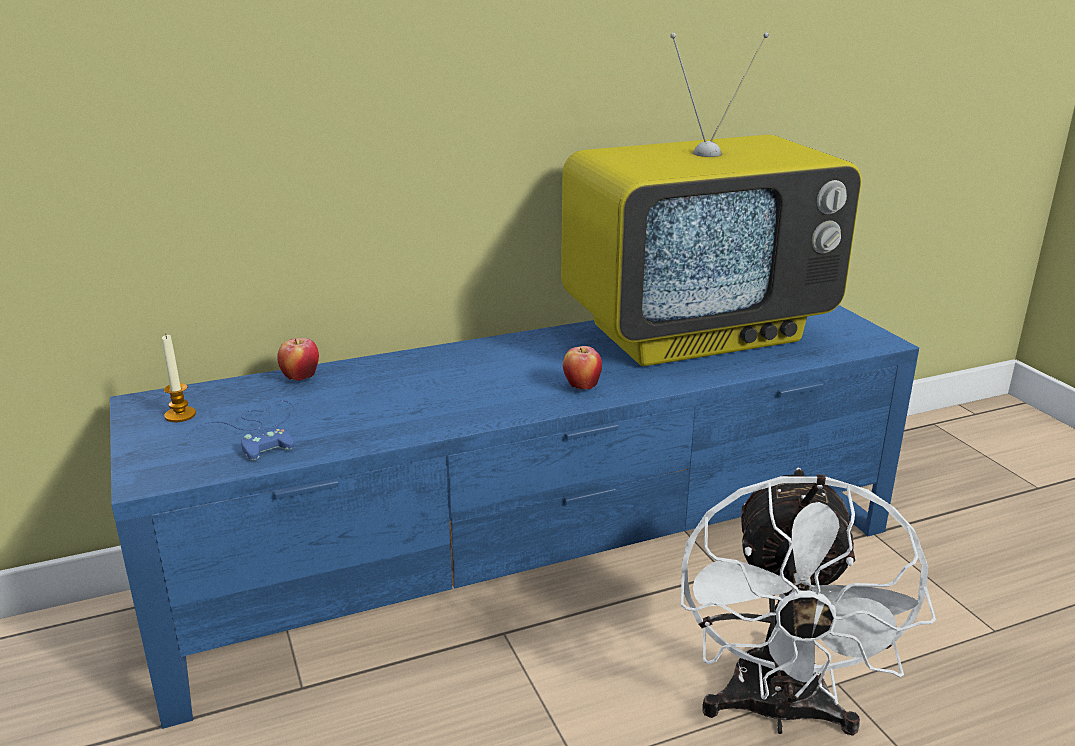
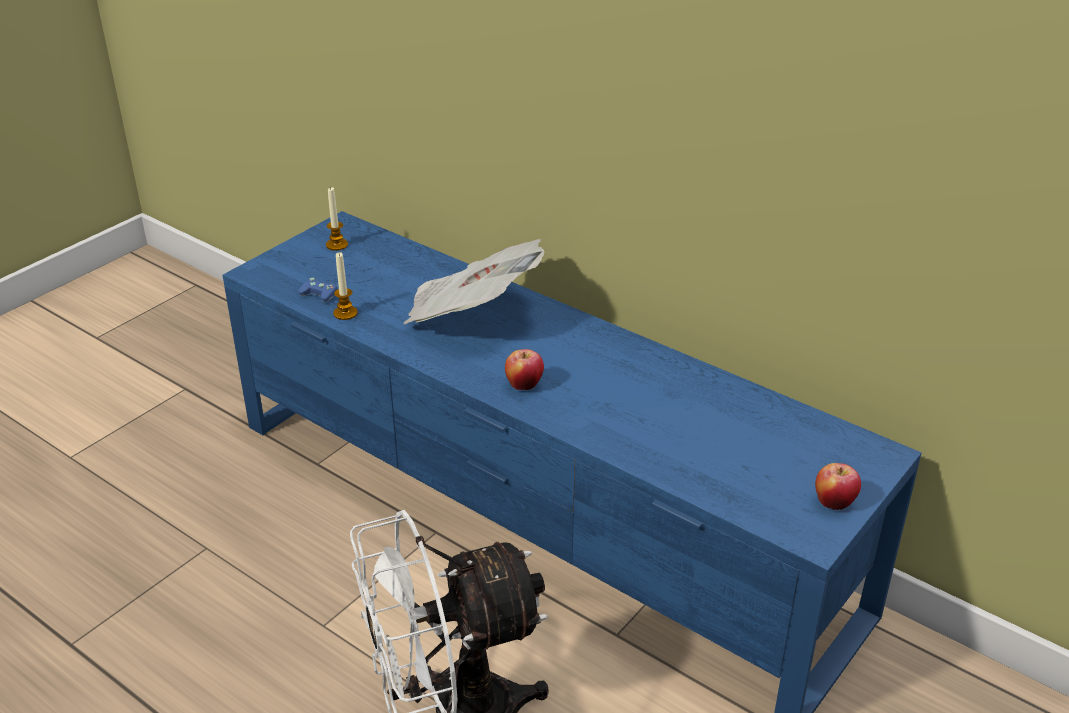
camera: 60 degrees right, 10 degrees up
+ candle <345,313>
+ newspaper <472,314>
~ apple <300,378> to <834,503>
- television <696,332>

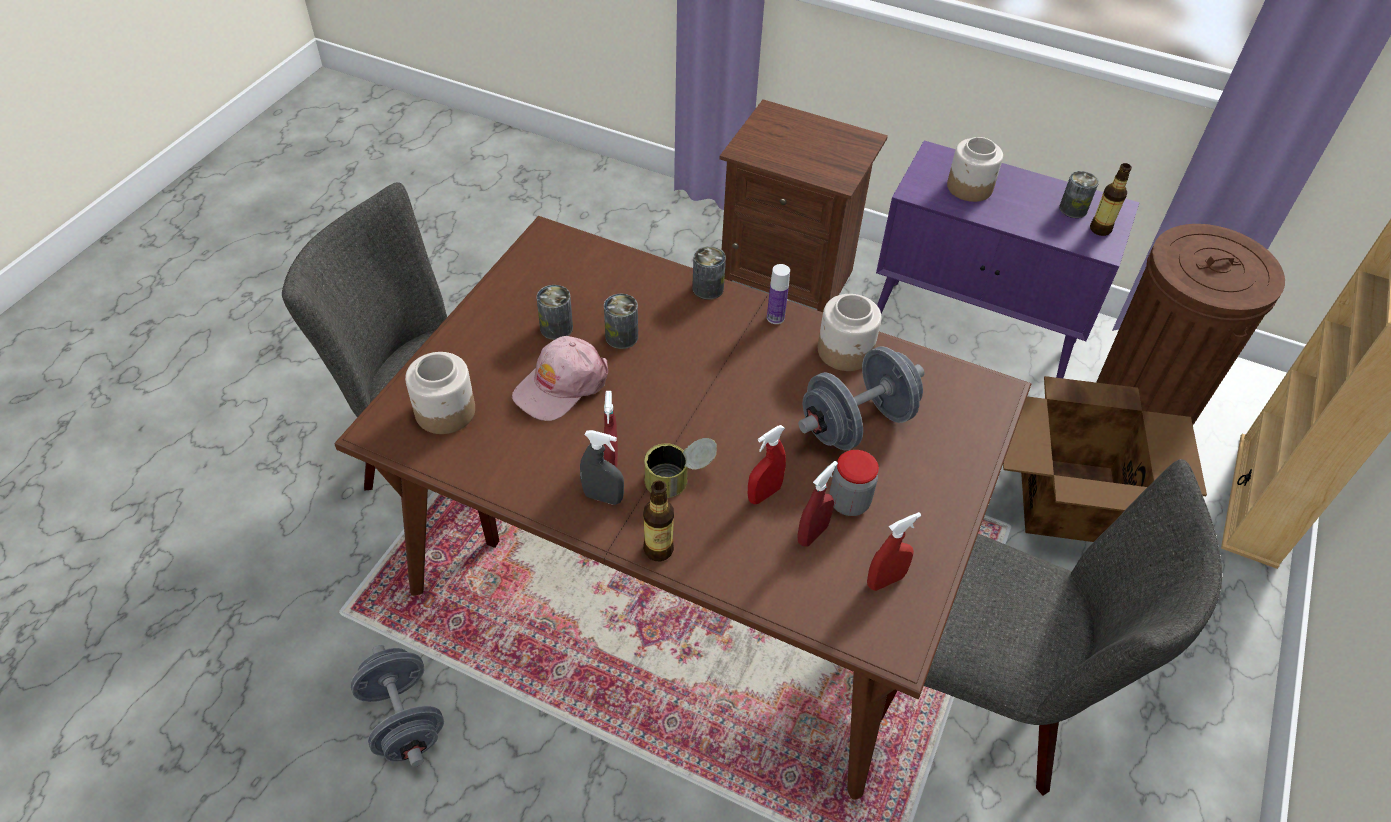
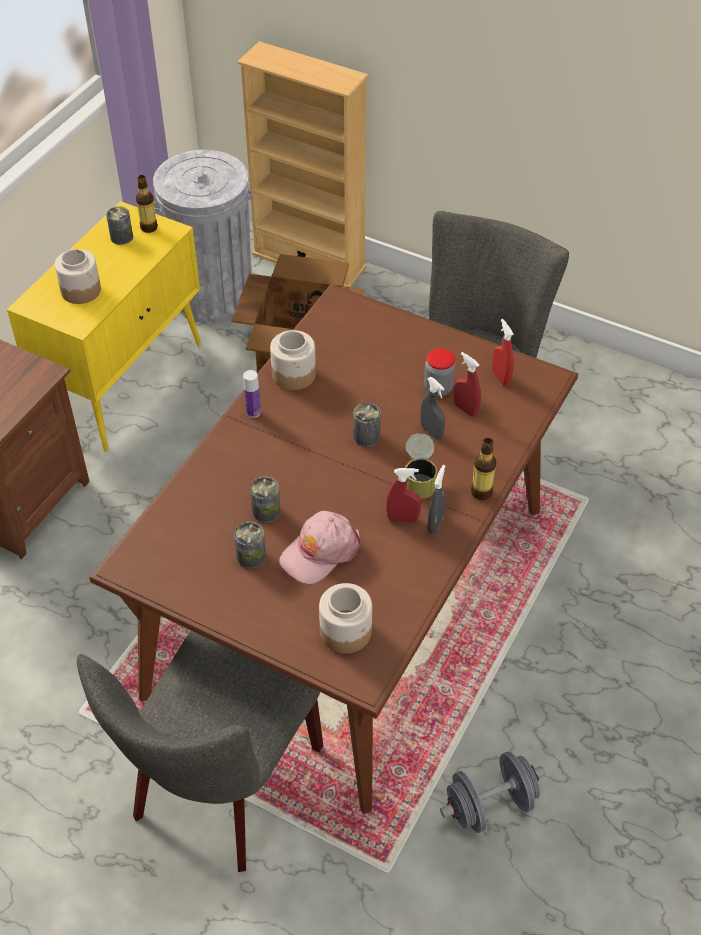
camera: 85 degrees left, 0 degrees up
~ purple cabinet <973,338> to yellow cabinet <126,382>
~ brown trash can <1144,403> to grey trash can <213,296>
~ pink cap <561,385> = <320,552> 90 degrees clockwise
~ can <708,288> to <366,437>
~ red spray bottle <764,494> to grey spray bottle <431,432>
- grey dumbbell <856,423>

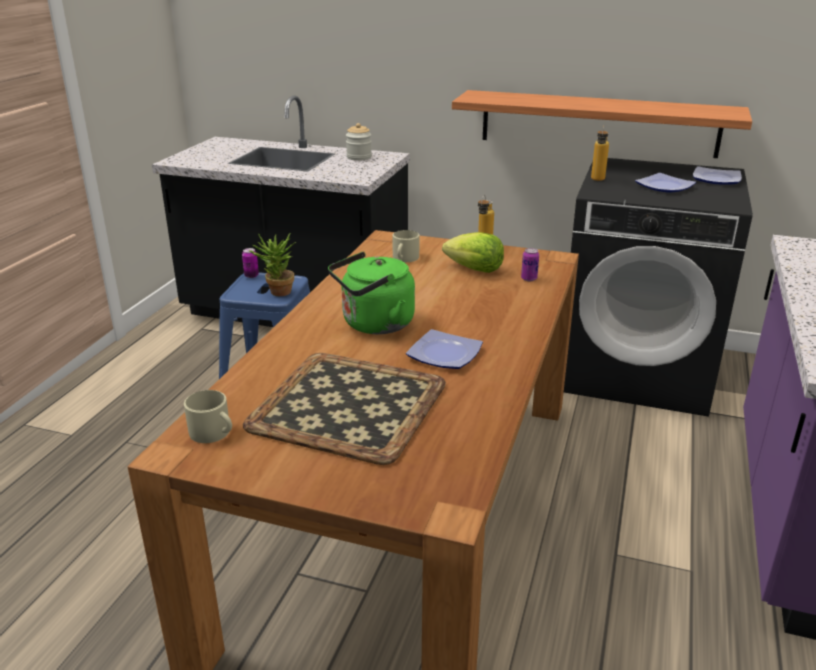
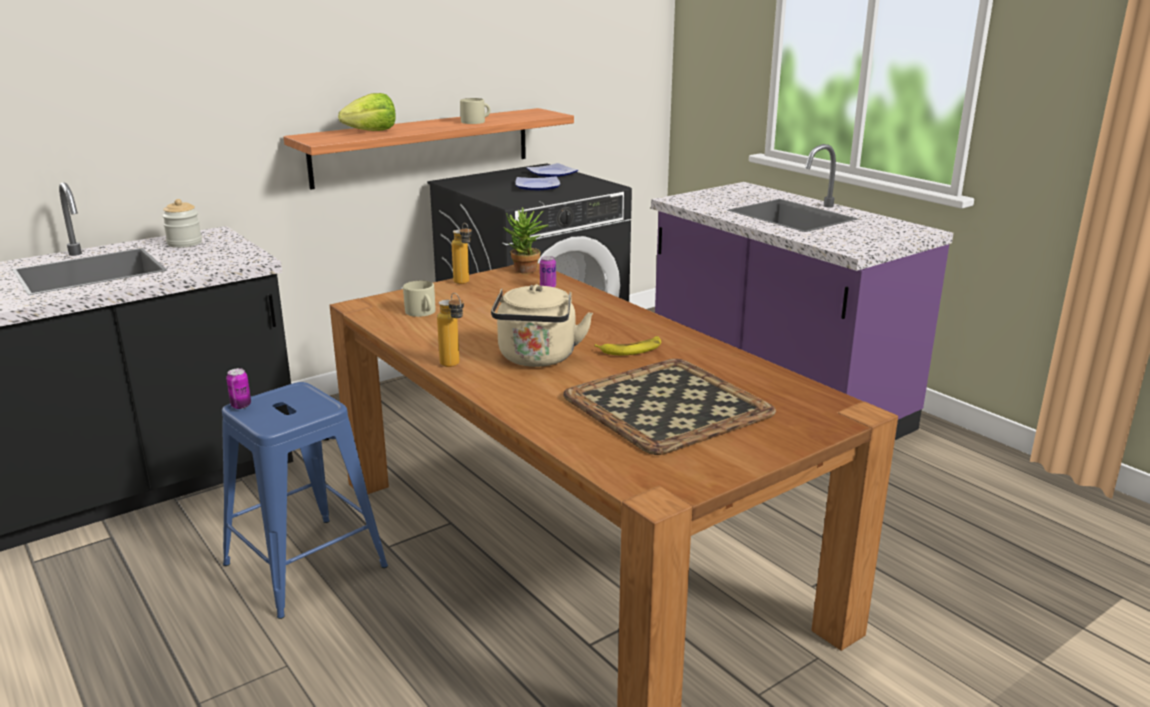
camera: 55 degrees left, 5 degrees down
~ lettuce <474,269> to <372,131>
~ bottle <597,180> to <454,366>
~ beige mug <213,433> to <476,121>
~ green kettle <374,325> to beige kettle <537,359>
~ potted plant <277,293> to <526,271>
~ plate <446,354> to banana <631,349>

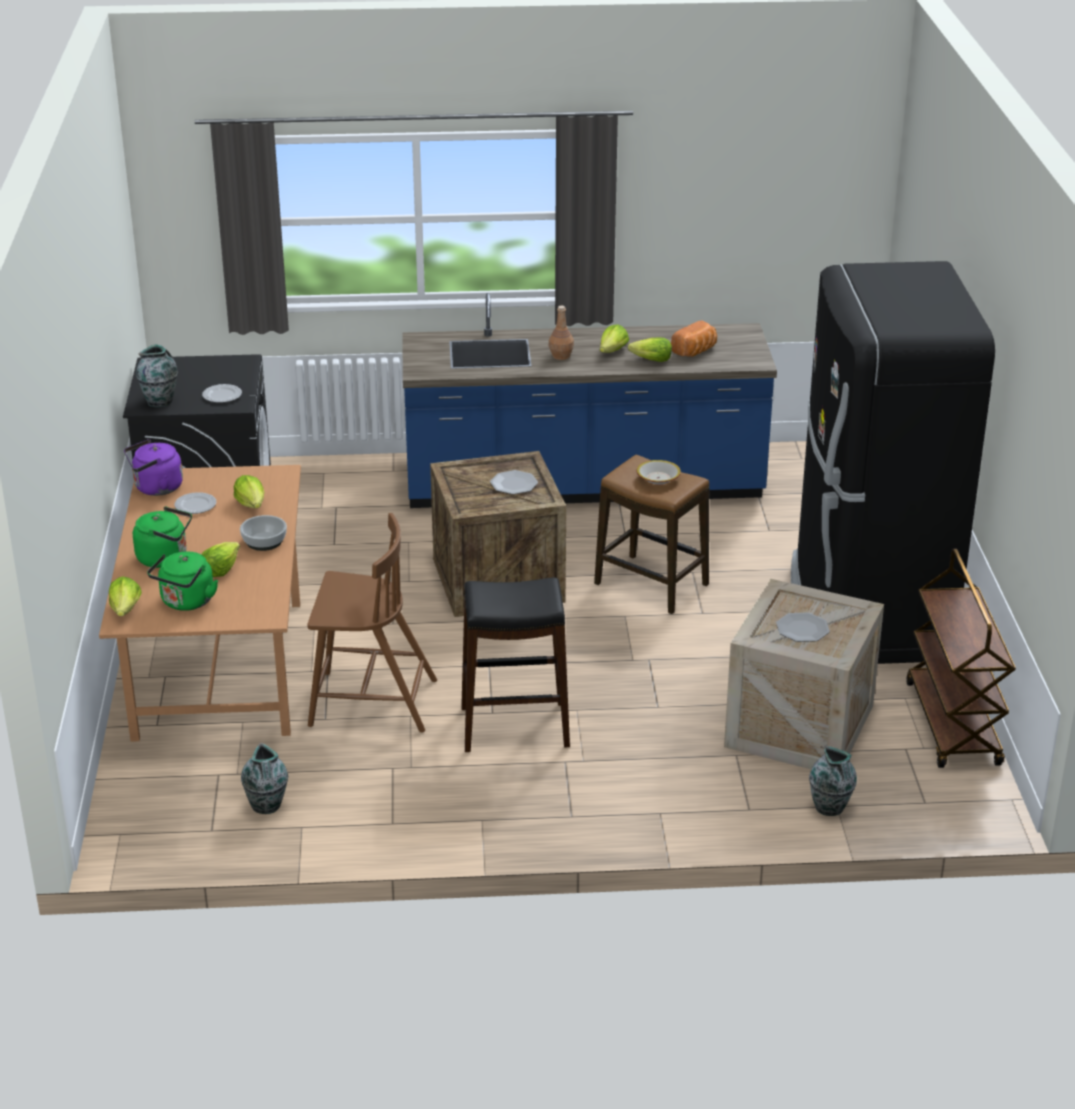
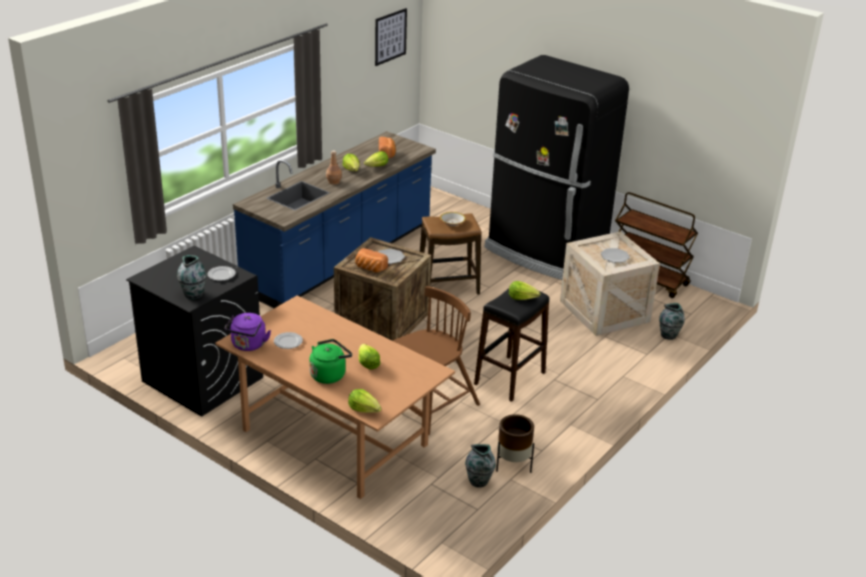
camera: 50 degrees left, 0 degrees up
+ bread <370,268>
+ picture <390,36>
+ brown planter <513,465>
~ lettuce <251,504> to <522,298>
- green kettle <186,602>
- bowl <264,541>

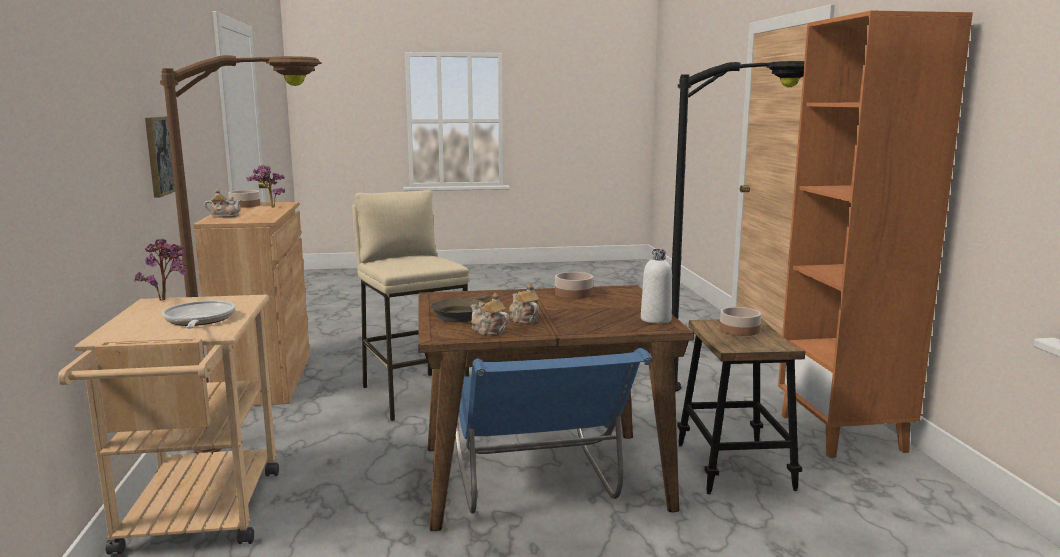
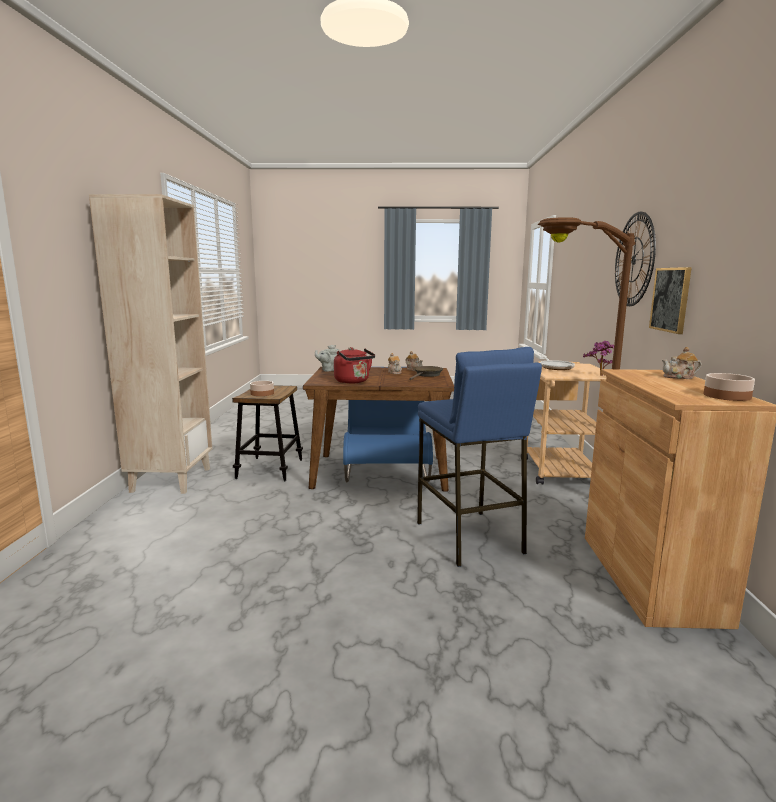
camera: 170 degrees left, 0 degrees up
~ orange bookcase <843,433> to beige bookcase <171,479>
~ white bottle <656,319> to grey teapot <328,370>
~ bowl <574,293> to red kettle <353,381>
~ beige stool <414,395> to blue stool <469,537>
+ wall clock <634,260>
- potted plant <269,207>
- black floor lamp <738,392>

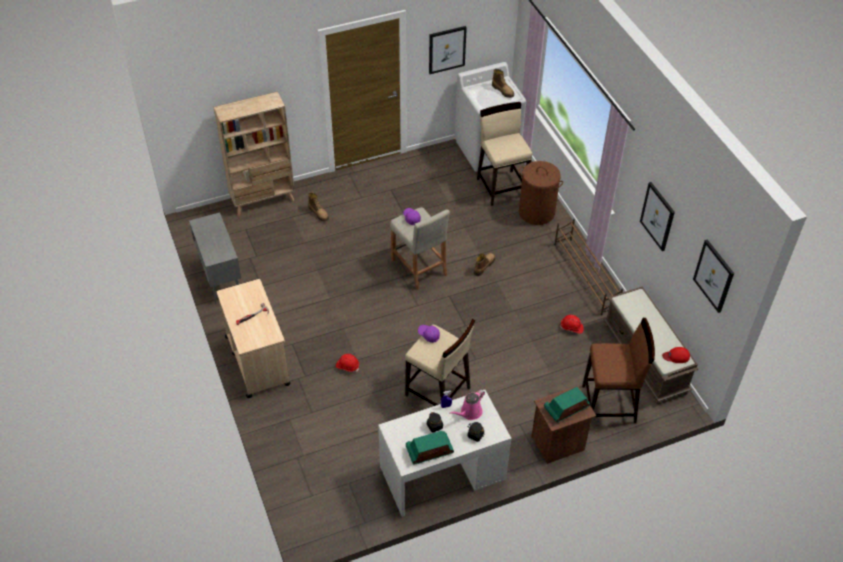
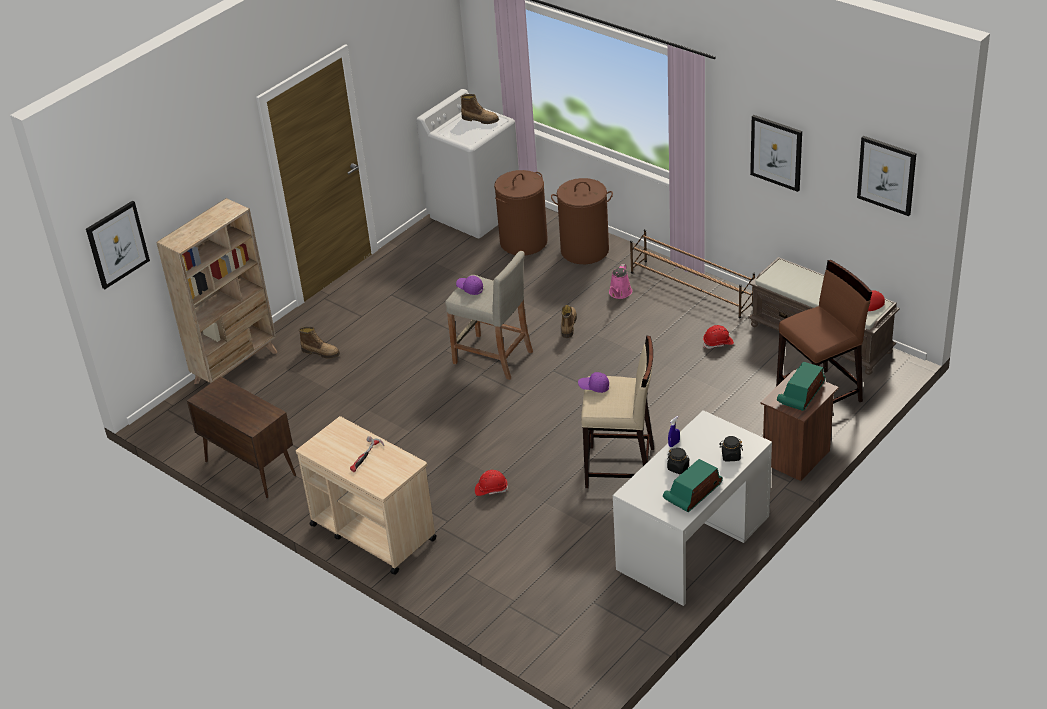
camera: 25 degrees left, 10 degrees down
~ picture <447,49> to <117,244>
~ grey cabinet <220,277> to brown cabinet <249,468>
~ beige stool <501,187> to brown laundry basket <523,242>
~ pink watering can <469,412> to <619,293>

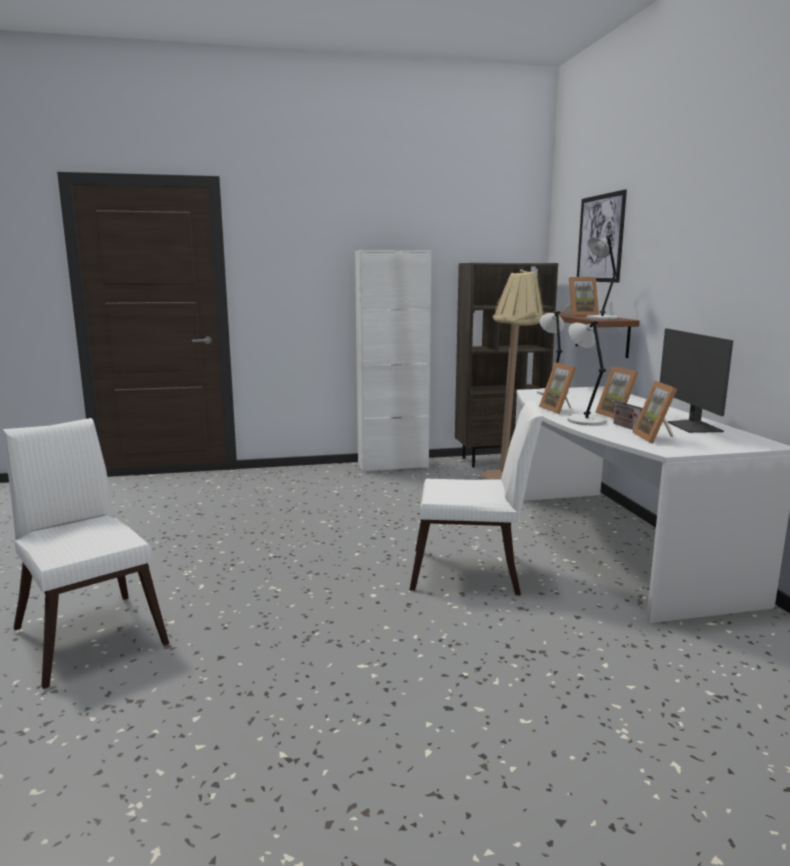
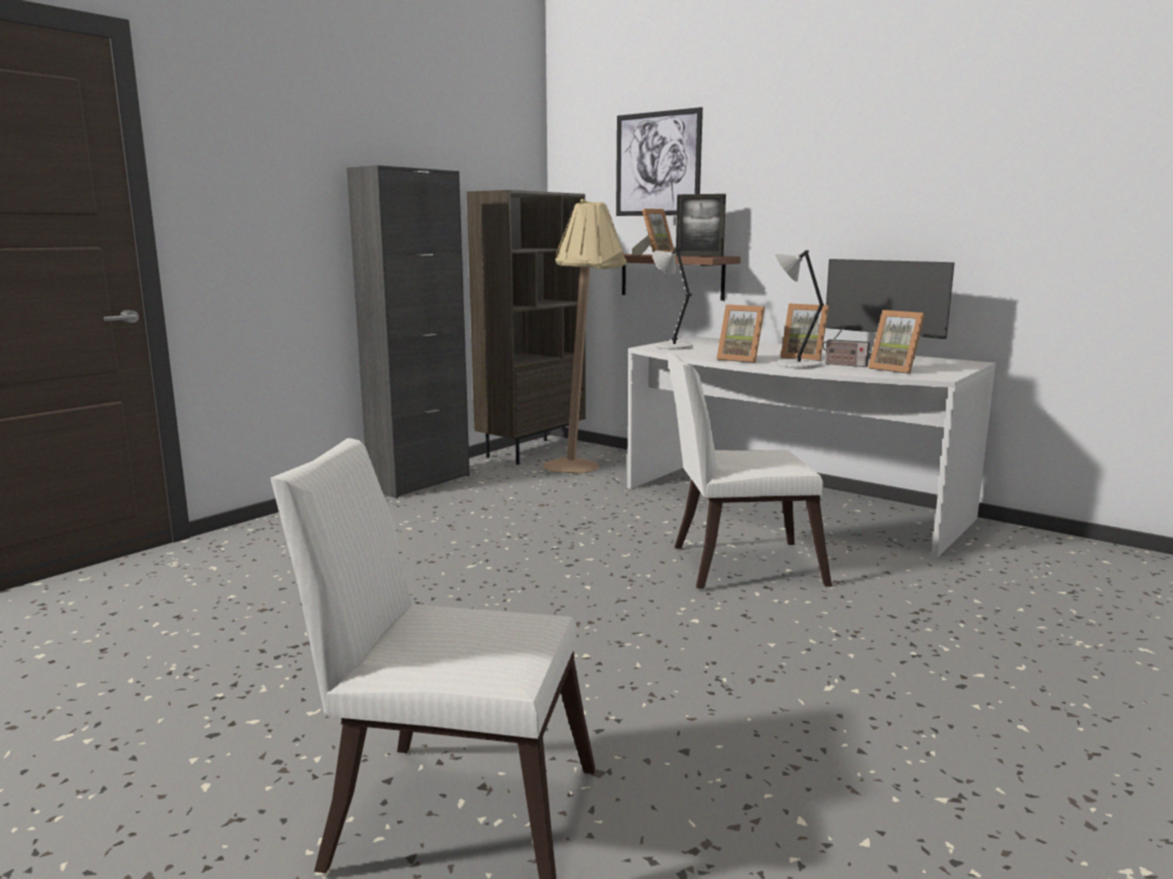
camera: 40 degrees left, 0 degrees up
~ white cabinet <392,465> to black cabinet <420,482>
~ white chair <473,572> = <736,565> 150 degrees counterclockwise
~ grey table lamp <600,318> to picture frame <699,256>

